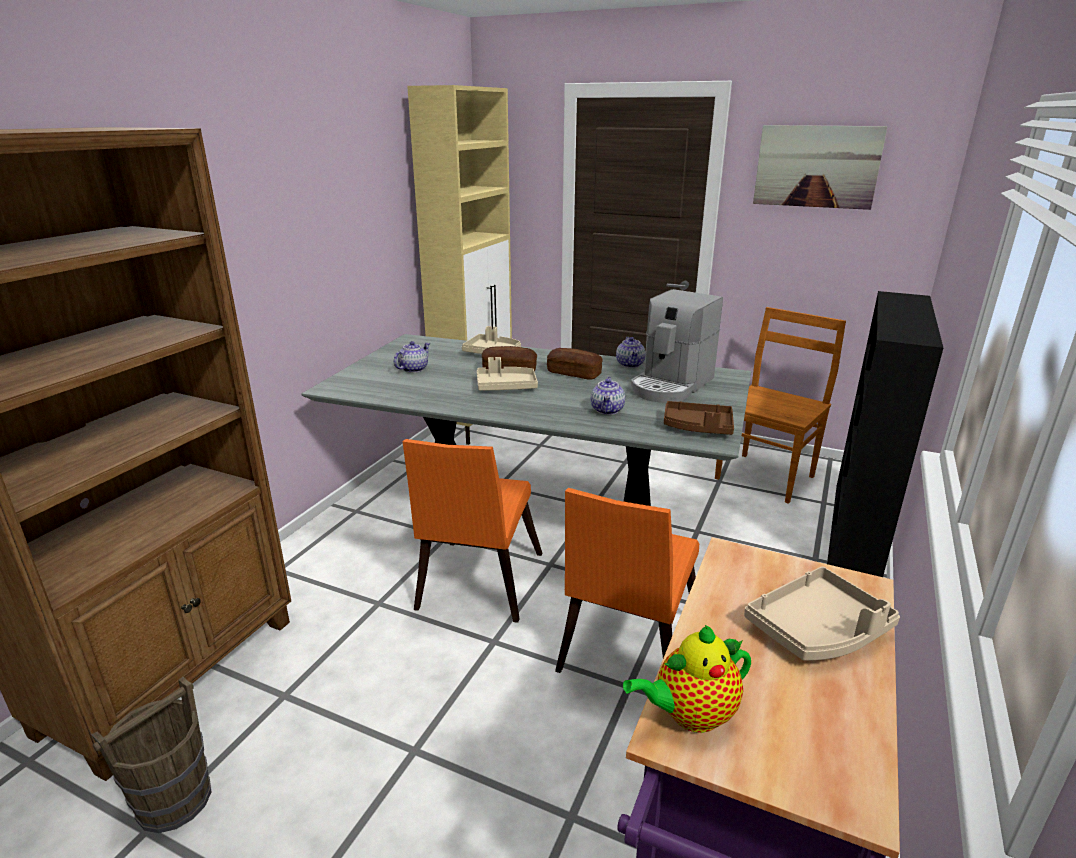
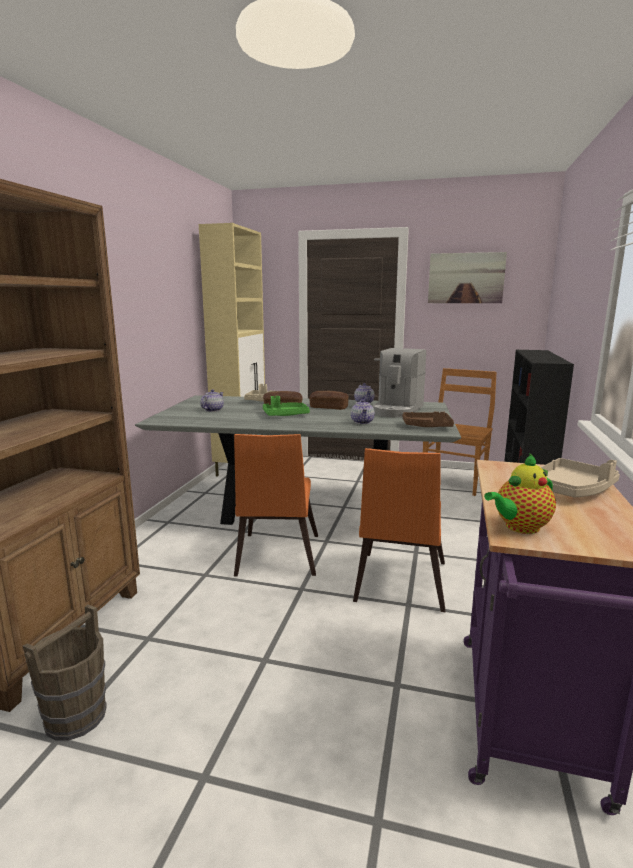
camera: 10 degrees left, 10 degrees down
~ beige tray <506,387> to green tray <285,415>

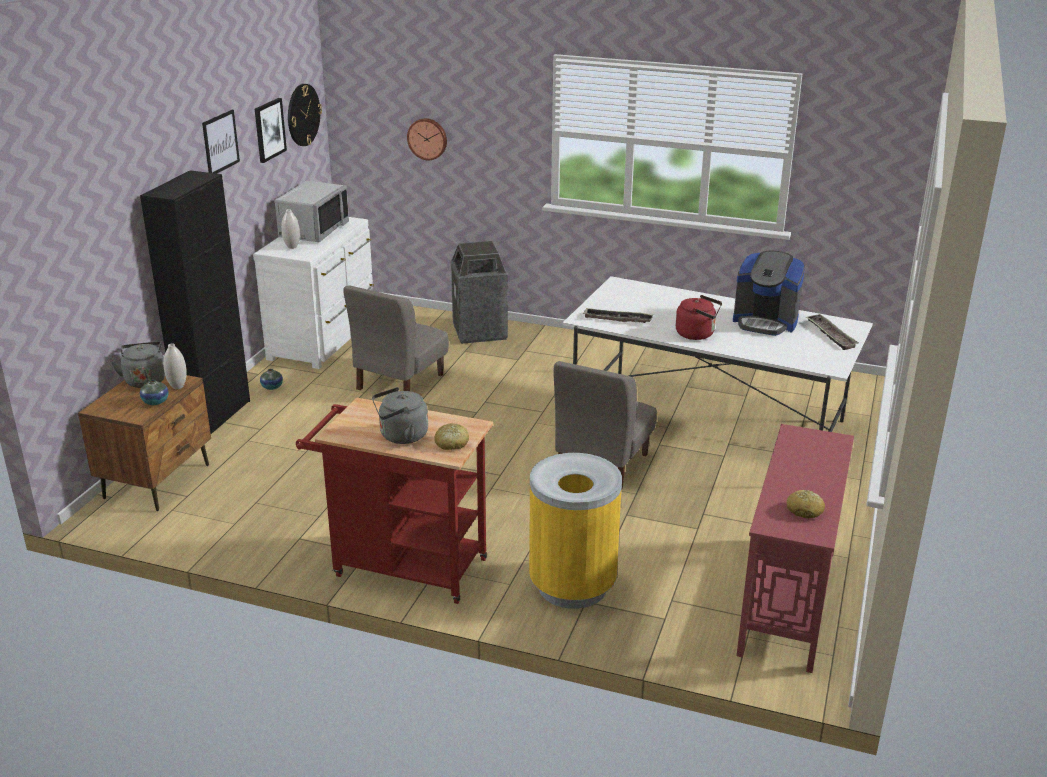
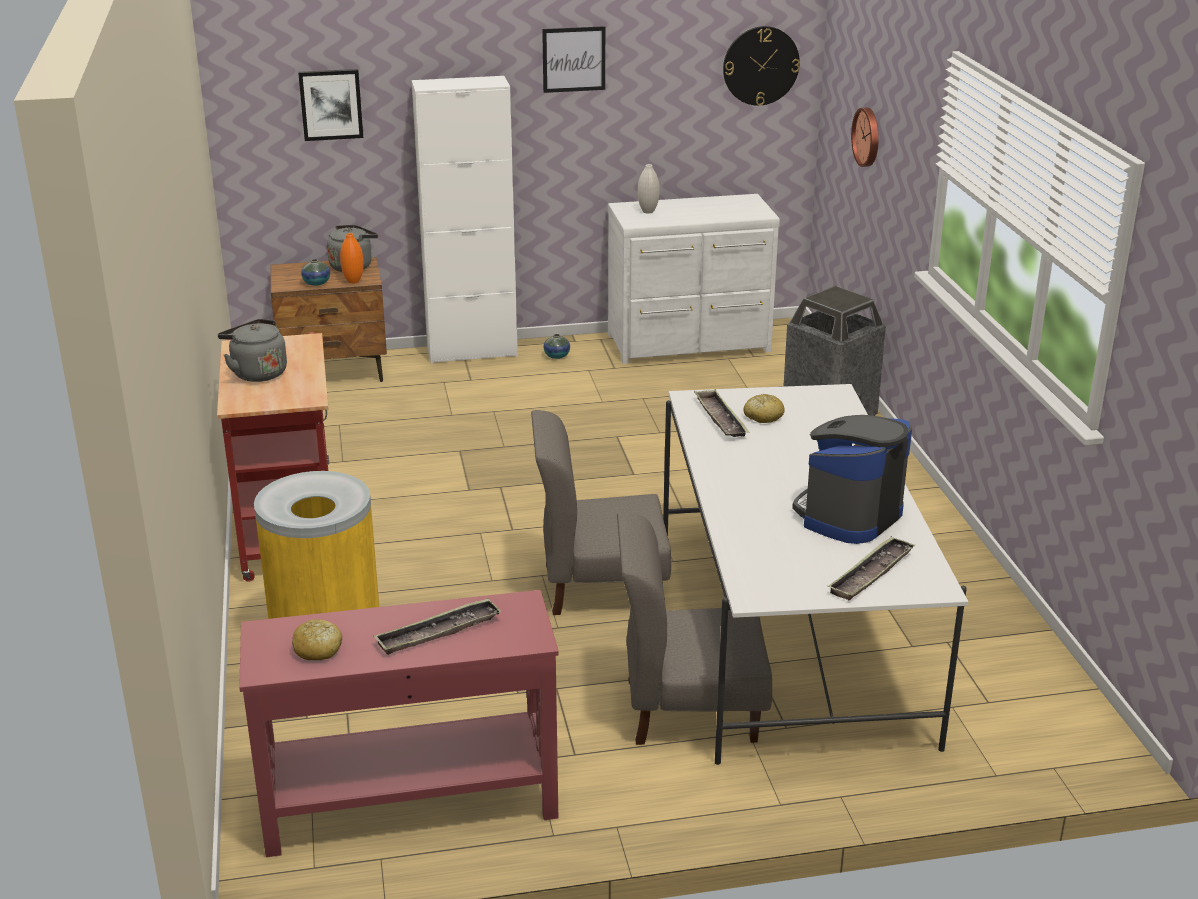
camera: 60 degrees right, 0 degrees up
~ picture <269,130> to <331,104>
~ white vase <178,387> to orange vase <353,281>
+ tray <438,632>
~ black cabinet <215,415> to white cabinet <472,352>
~ grey chair <399,382> to <689,709>
~ bread <451,443> to <763,416>
~ coffee machine <765,322> = <848,515> 45 degrees clockwise
- grey microwave <313,230>
- red kettle <697,334>

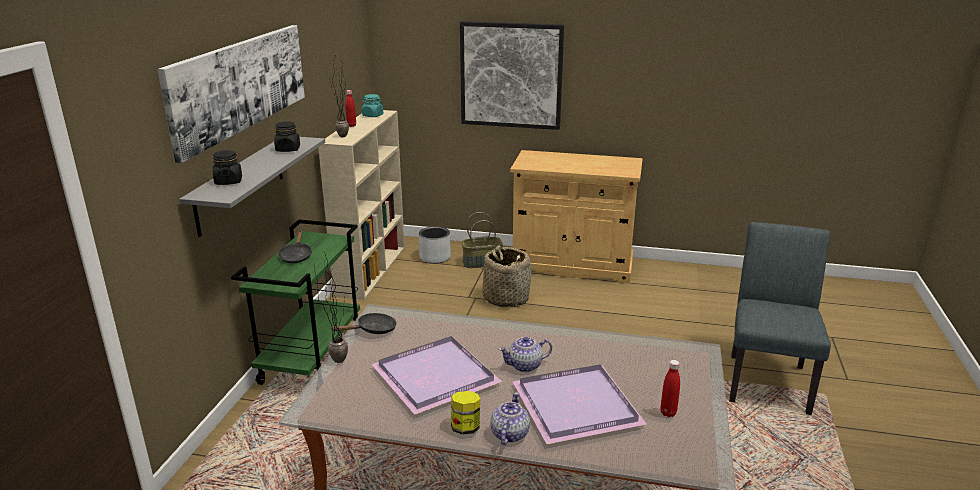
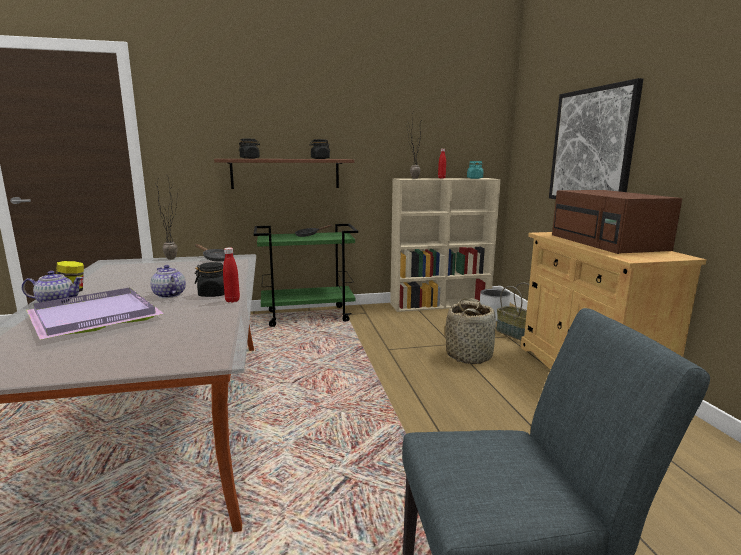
camera: 65 degrees right, 10 degrees down
+ black jar <214,294>
~ grey shelf <240,184> to brown shelf <285,173>
~ red bottle <668,413> to <232,300>
+ brown microwave <608,243>
- picture <240,85>
- purple tray <435,378>

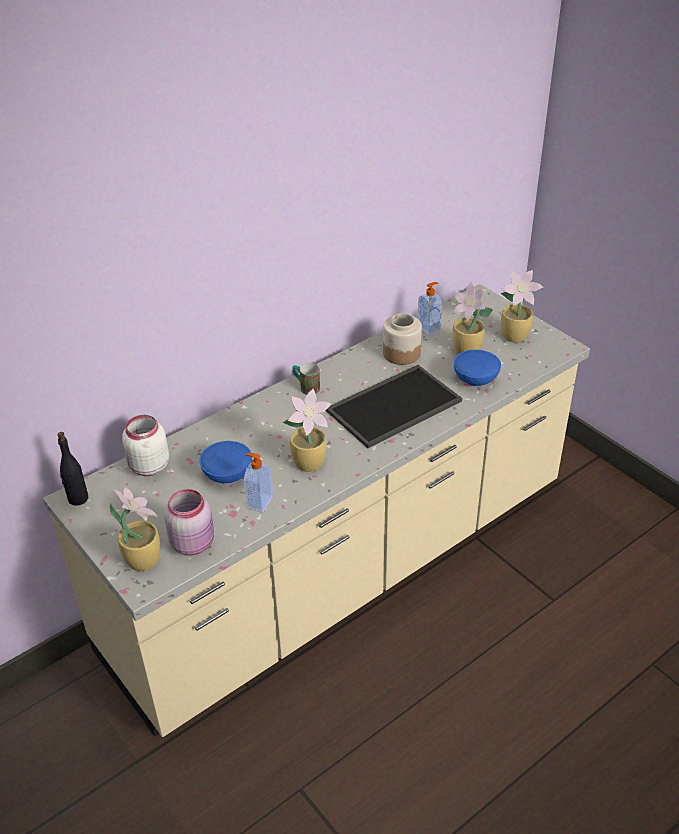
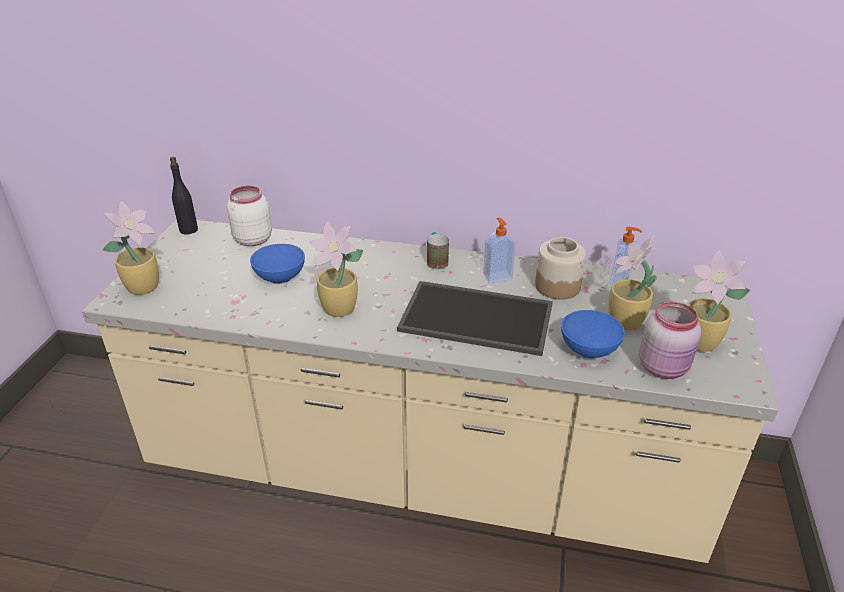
camera: 50 degrees right, 5 degrees down
~ soap dispenser <259,502> to <497,276>
~ pink jar <193,542> to <664,367>

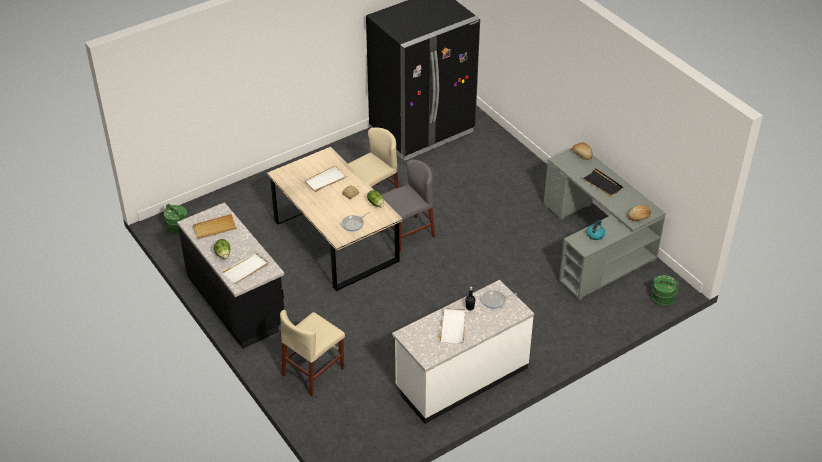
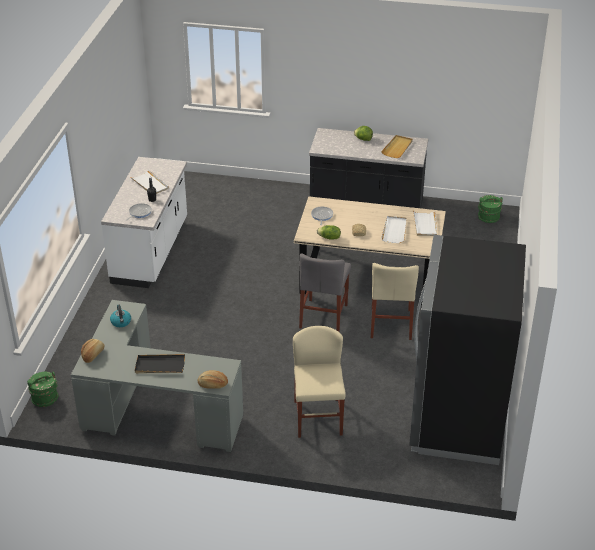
camera: 135 degrees right, 5 degrees down
~ beige chair <313,372> to <318,418>
~ white tray <245,269> to <425,224>

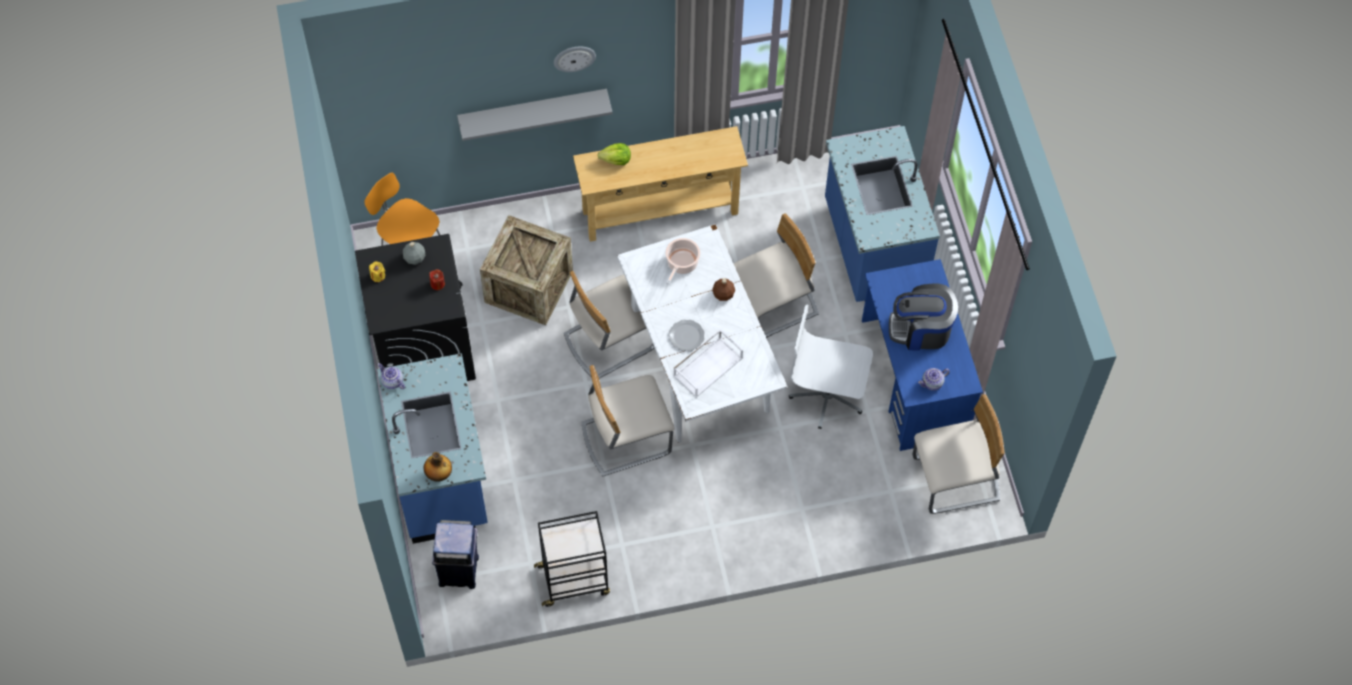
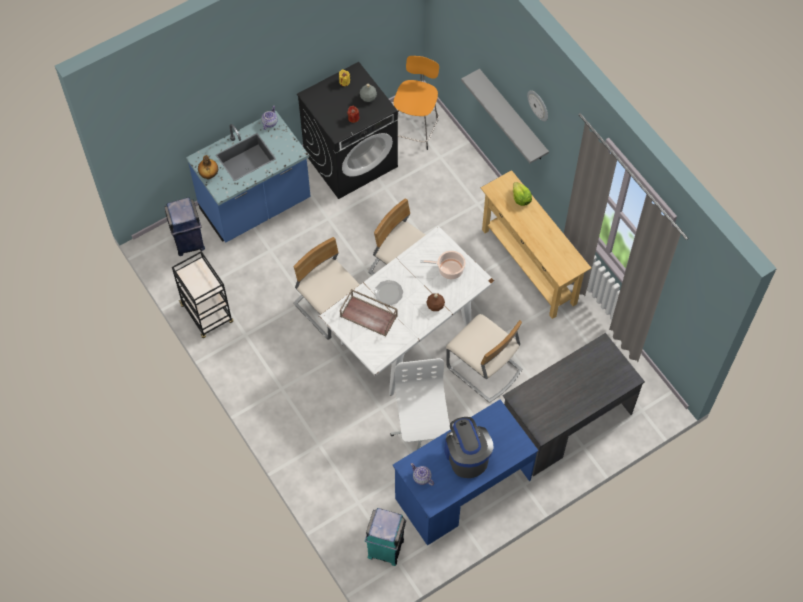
camera: 70 degrees right, 0 degrees up
~ white tray <708,366> to brown tray <369,315>
~ beige chair <955,480> to turquoise trash can <386,547>
~ blue counter <871,249> to grey desk <565,422>
- crate <528,287>

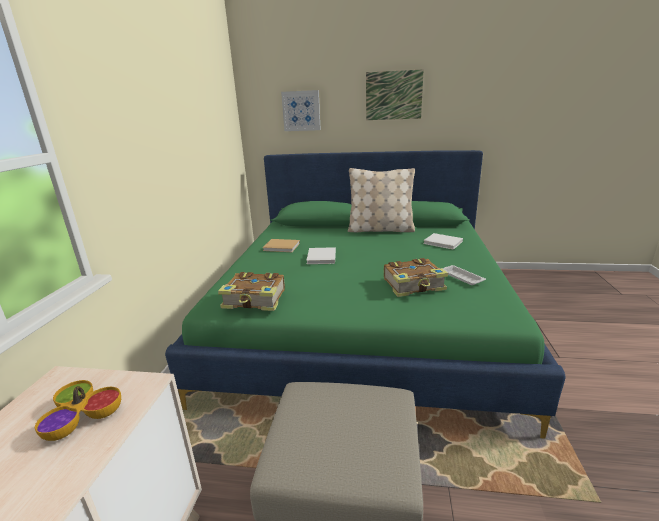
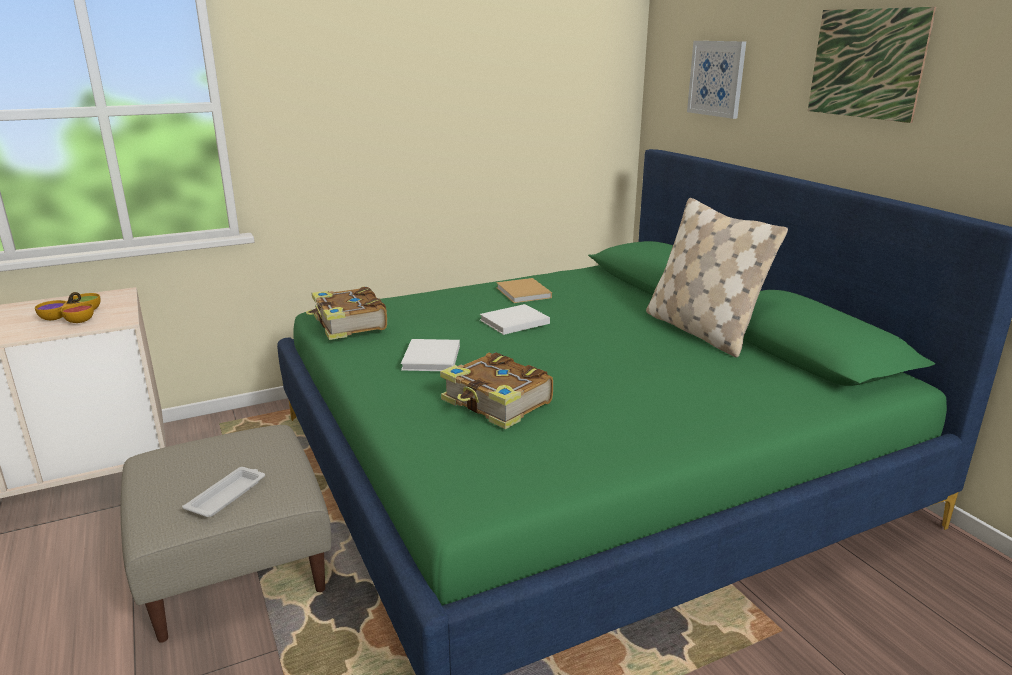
camera: 55 degrees right, 0 degrees up
~ white tray <461,277> to <227,495>
~ white book <444,243> to <431,358>

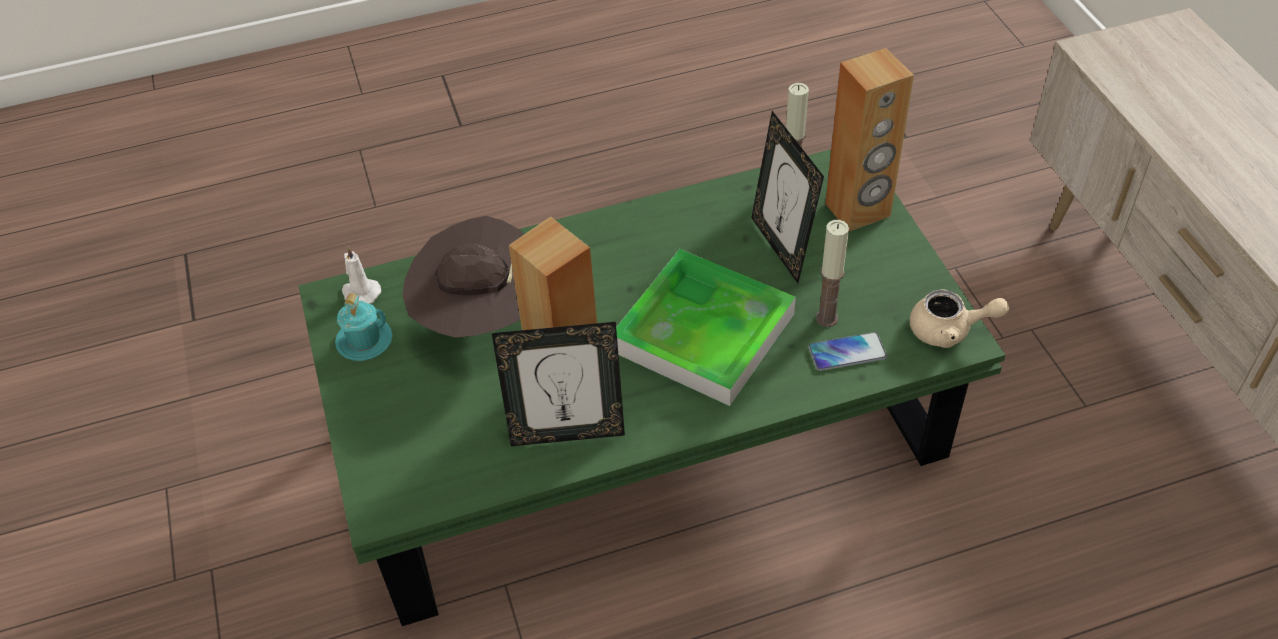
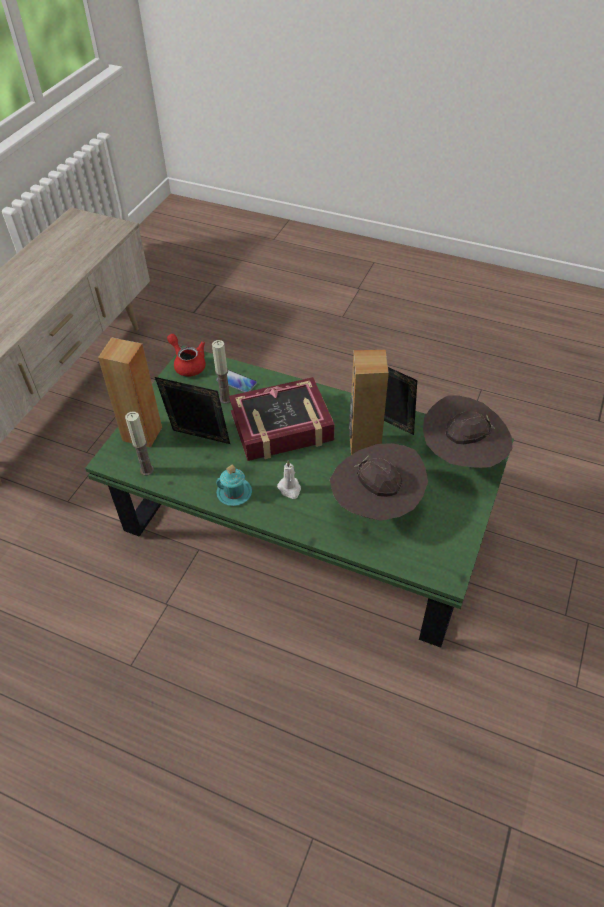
camera: 140 degrees left, 0 degrees up
~ picture frame <781,247> = <199,440> 90 degrees counterclockwise
~ beige teapot <949,330> to red teapot <188,364>
~ turquoise mug <364,341> to <234,493>
~ tray <703,332> to book <282,427>
~ white candle <360,293> to <290,489>
+ brown hat <461,457>

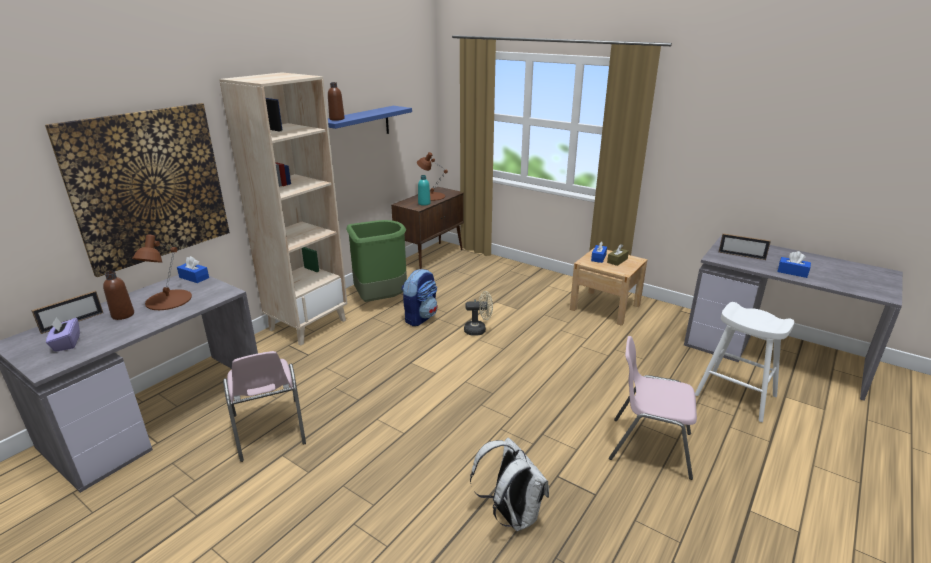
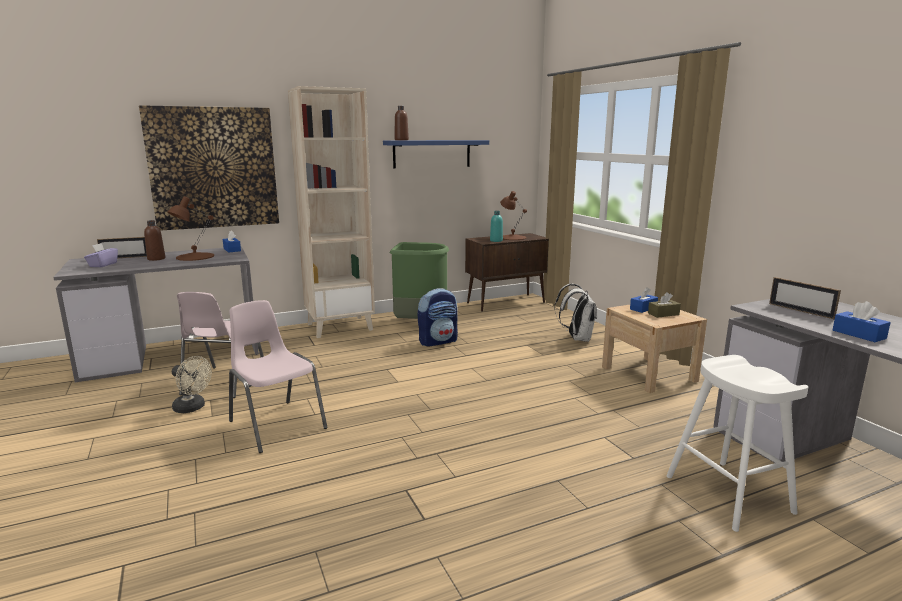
camera: 30 degrees right, 10 degrees down
~ beige fan <478,330> to <193,408>
~ pink chair <649,446> to <276,424>
~ white backpack <510,515> to <577,338>

